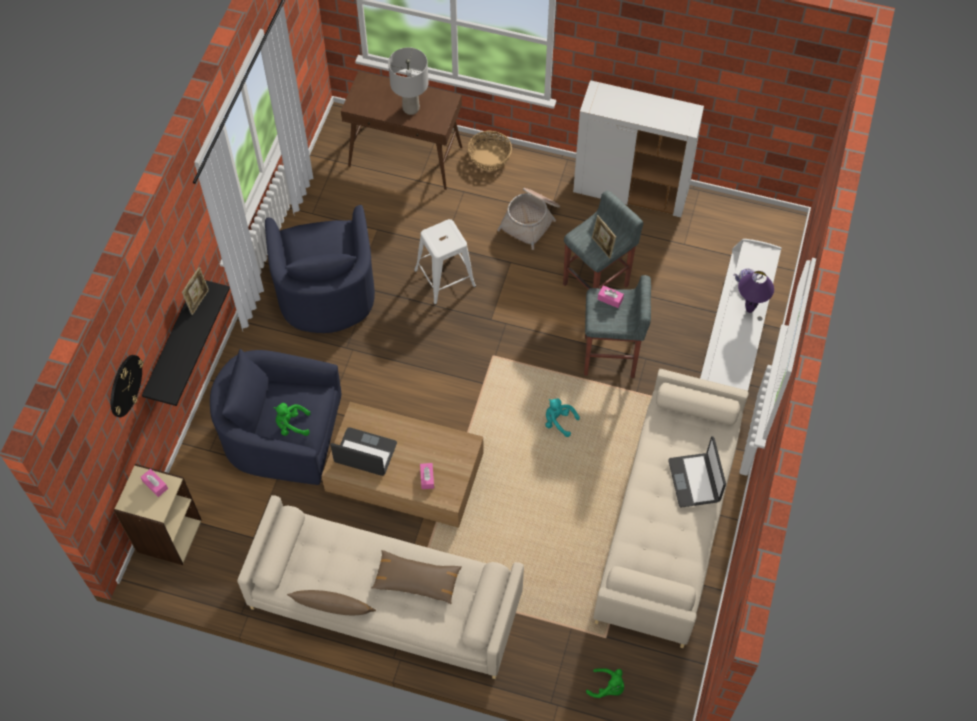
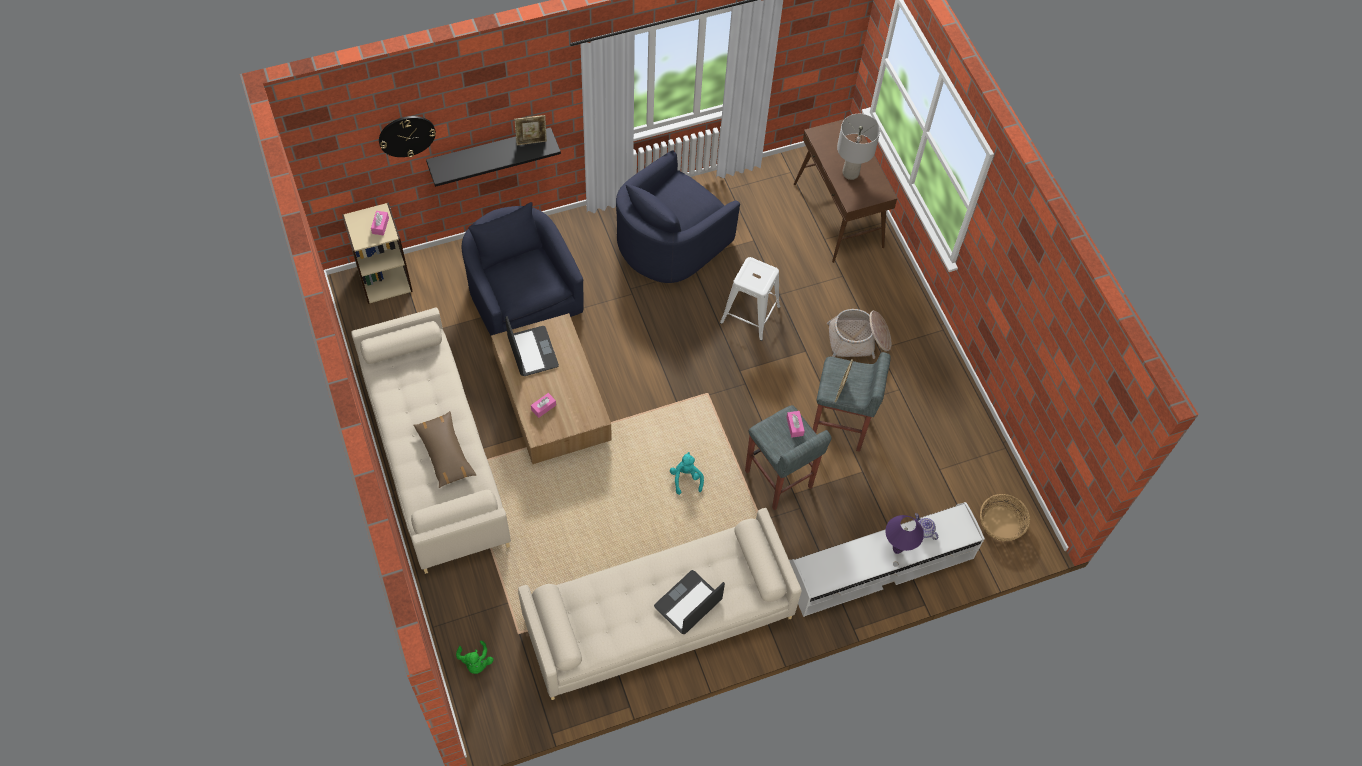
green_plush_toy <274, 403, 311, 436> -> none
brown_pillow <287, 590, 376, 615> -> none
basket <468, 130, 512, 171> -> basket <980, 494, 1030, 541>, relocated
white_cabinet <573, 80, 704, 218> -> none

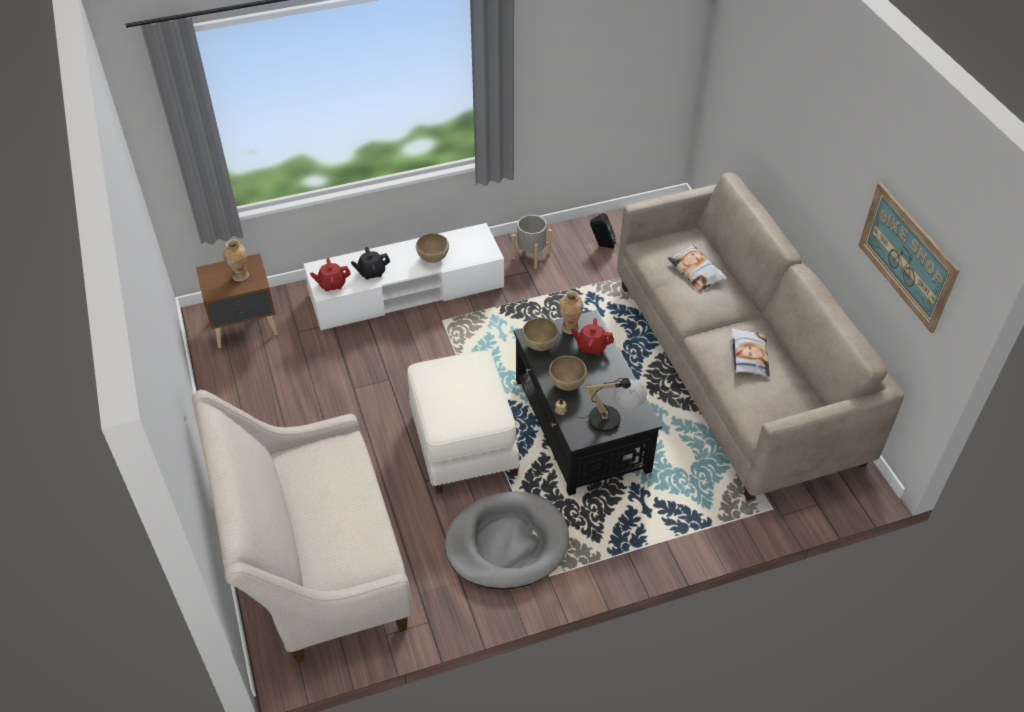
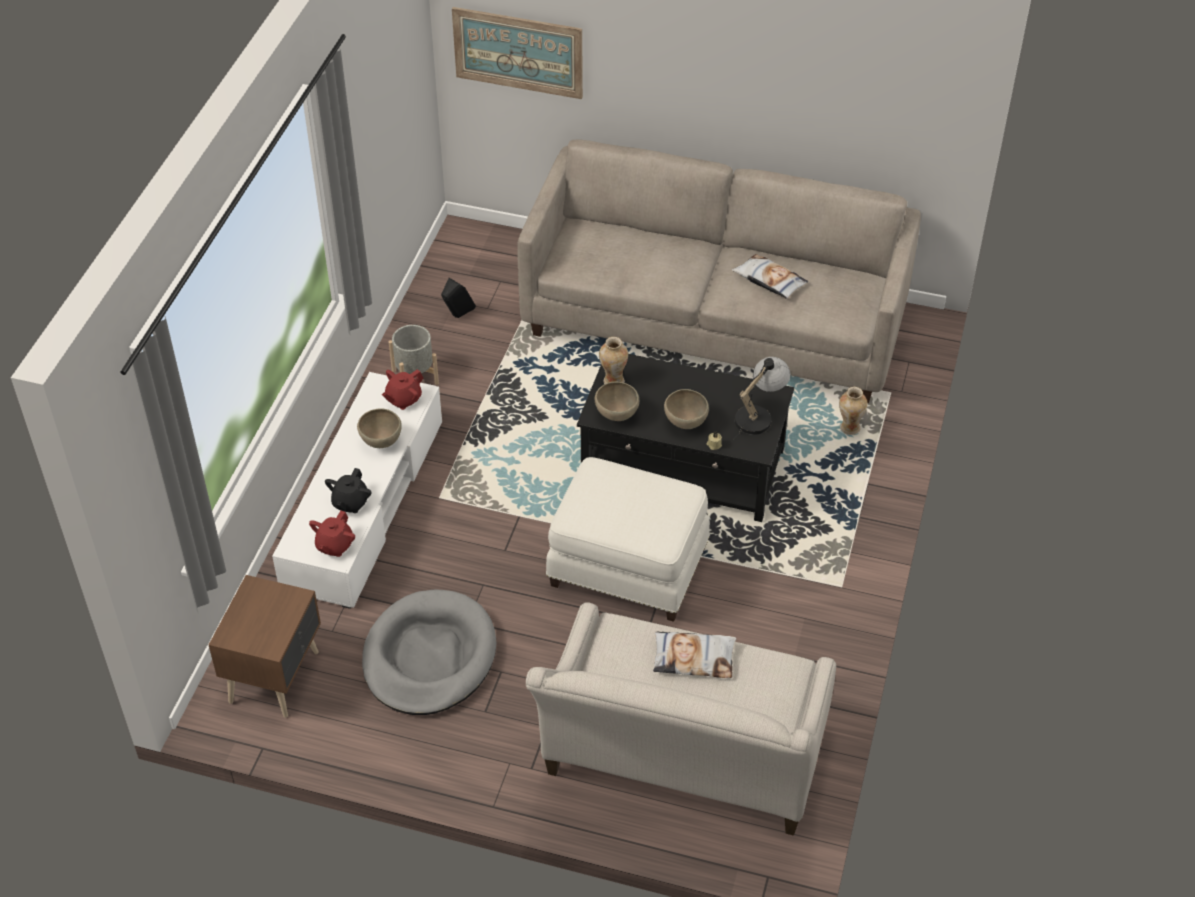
vase <223, 239, 249, 282> -> vase <839, 387, 867, 435>, relocated
grey_dog_bed <445, 492, 569, 590> -> grey_dog_bed <362, 590, 496, 715>, relocated
red_teapot <571, 318, 614, 355> -> red_teapot <382, 369, 423, 410>, relocated
pillow <667, 245, 727, 291> -> pillow <653, 632, 737, 678>, relocated
picture <859, 182, 960, 333> -> picture <452, 7, 583, 99>, relocated

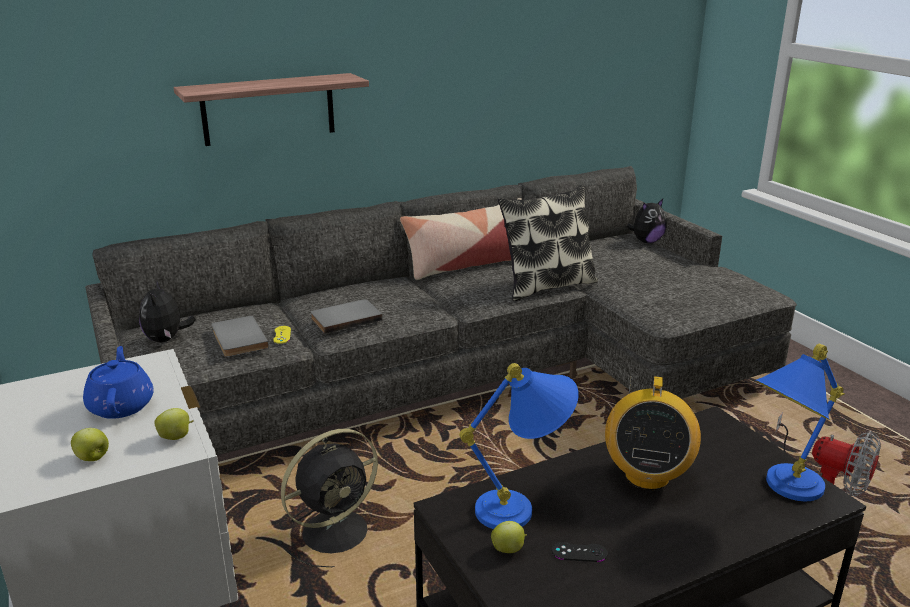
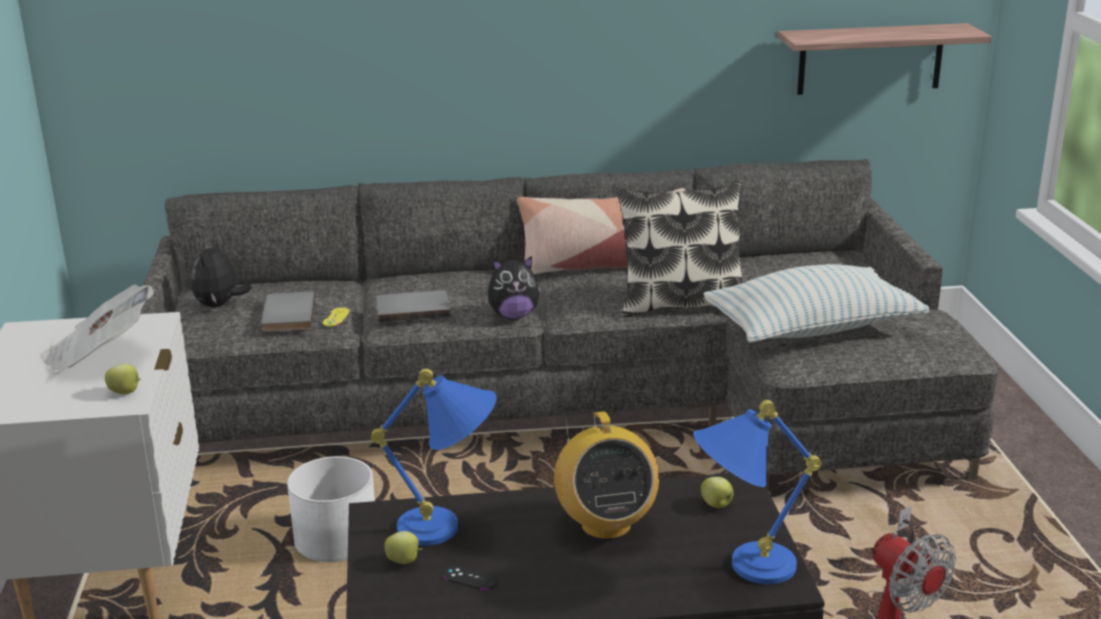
apple <71, 428, 109, 461> -> apple <701, 477, 734, 508>, relocated
blue_teapot <83, 346, 153, 419> -> newspaper <40, 284, 154, 375>
shelf <174, 73, 369, 146> -> shelf <777, 23, 992, 95>, relocated
black_fan <277, 429, 378, 567> -> white_planter <287, 456, 375, 562>
radio <605, 376, 701, 490> -> radio <554, 412, 659, 540>, 45 degrees counterclockwise
plush_toy <627, 199, 667, 243> -> plush_toy <488, 256, 540, 319>, relocated
none -> pillow <703, 264, 929, 343>

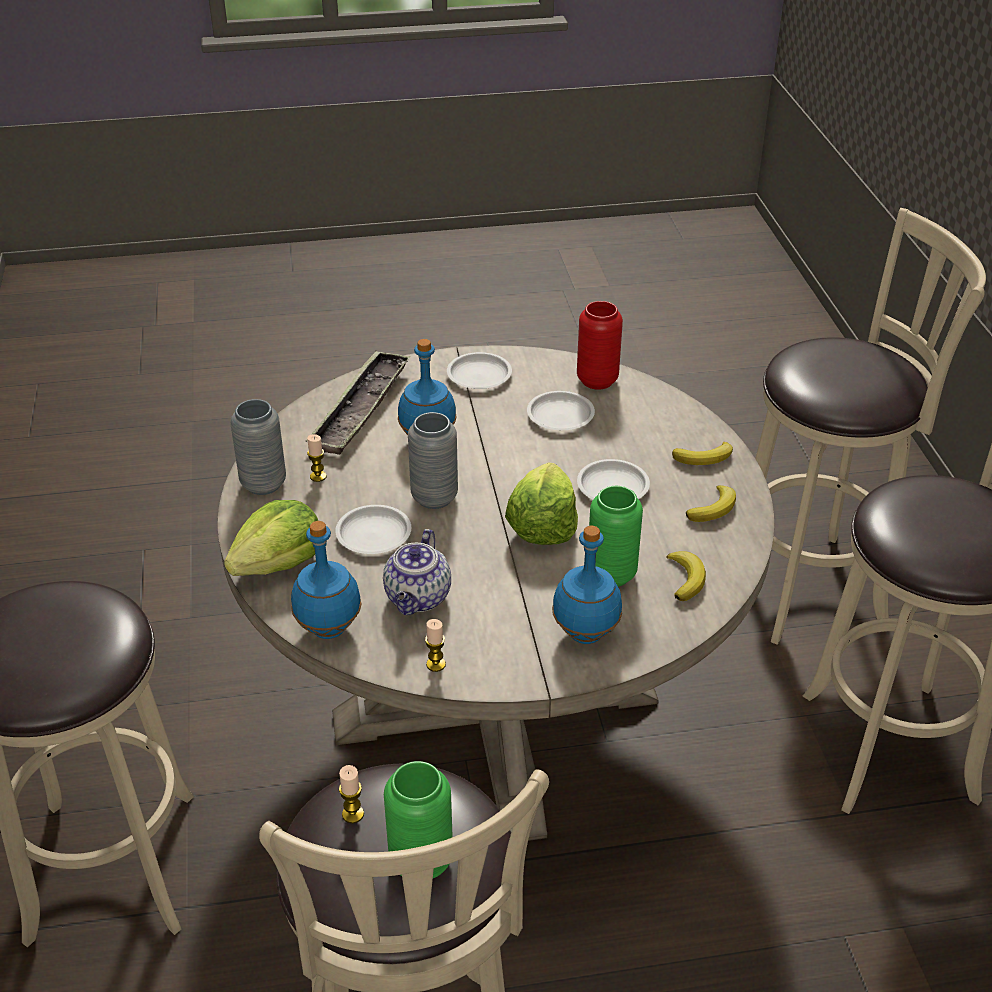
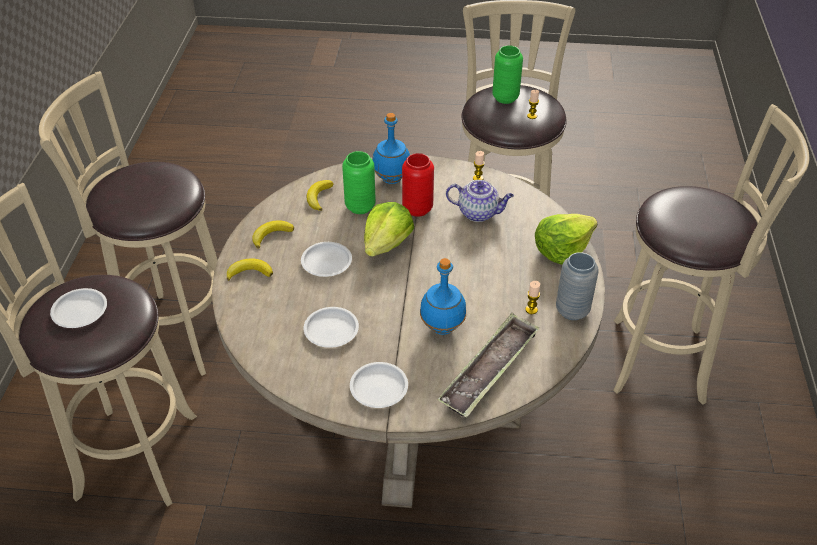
blue_bottle <291, 521, 362, 639> -> none
white_plate <335, 505, 411, 554> -> white_plate <50, 288, 107, 328>, relocated
teapot <383, 529, 451, 615> -> teapot <446, 180, 514, 222>, 75 degrees clockwise
grey_vase <408, 412, 458, 509> -> none
red_vase <577, 301, 623, 390> -> red_vase <402, 153, 434, 217>, relocated

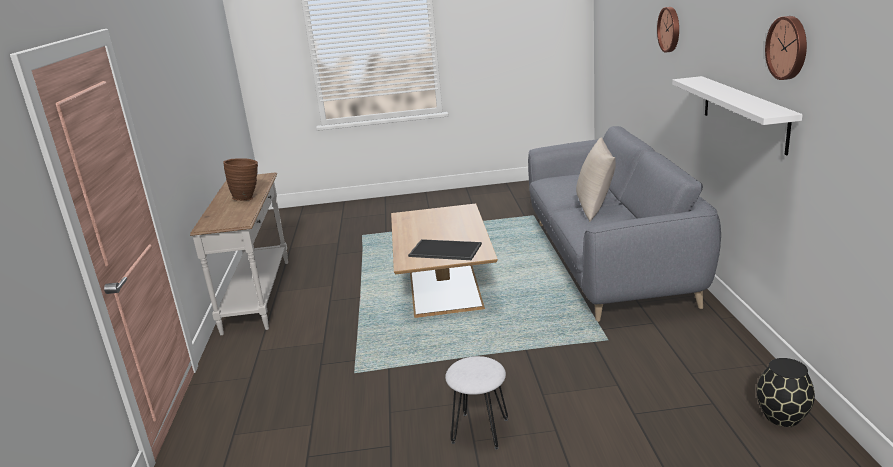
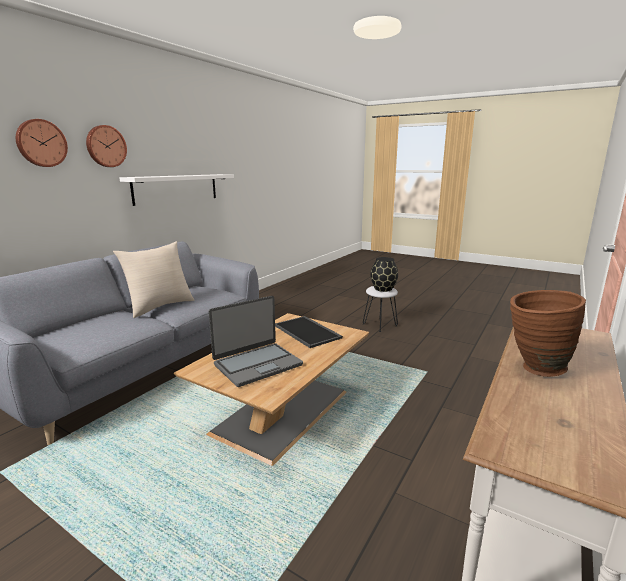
black_vase <757, 358, 815, 427> -> black_vase <370, 257, 398, 292>, relocated
wall_clock <765, 16, 807, 80> -> wall_clock <86, 125, 127, 167>, relocated
none -> laptop <209, 296, 303, 387>

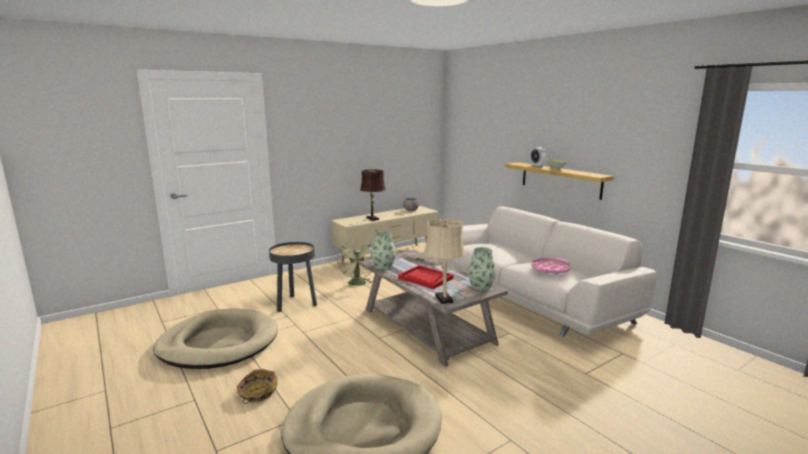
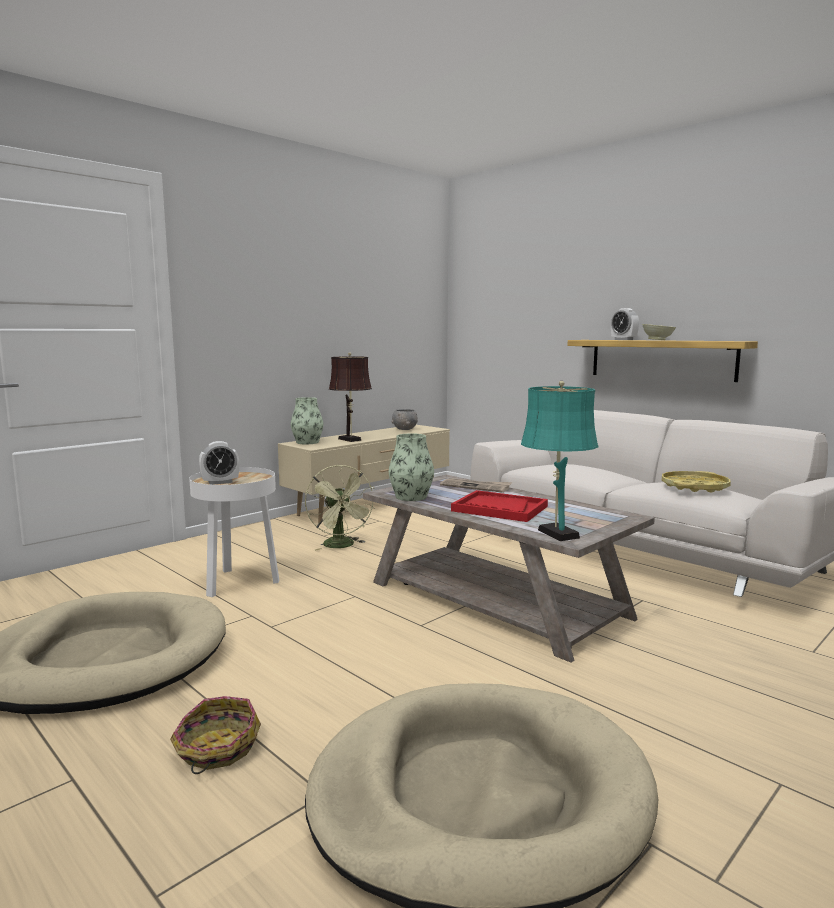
black_side_table <269, 242, 317, 312> -> white_side_table <189, 467, 279, 597>
beige_table_lamp <424, 219, 465, 304> -> turquoise_table_lamp <521, 381, 598, 541>
vase <468, 247, 496, 290> -> vase <291, 397, 324, 444>, relocated
pink_tray <531, 258, 571, 274> -> yellow_tray <662, 471, 731, 492>
none -> alarm_clock <199, 441, 239, 485>

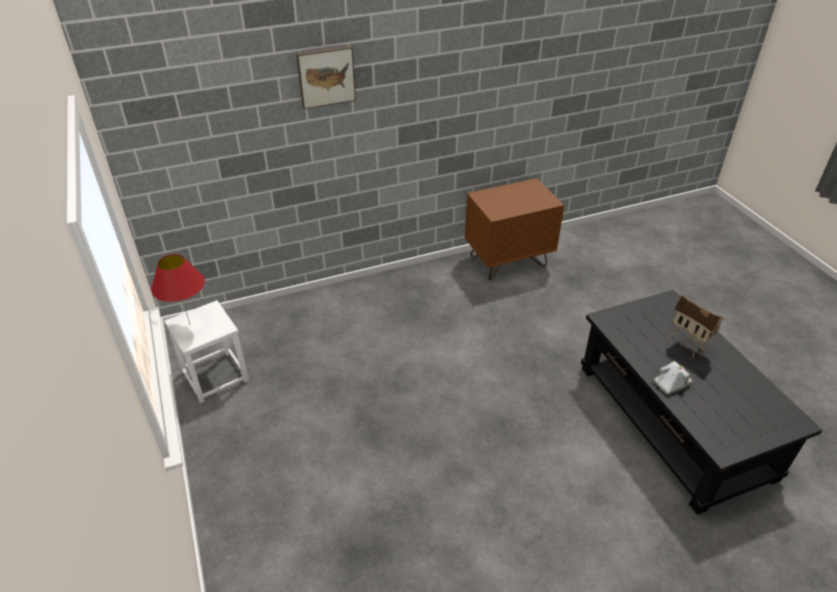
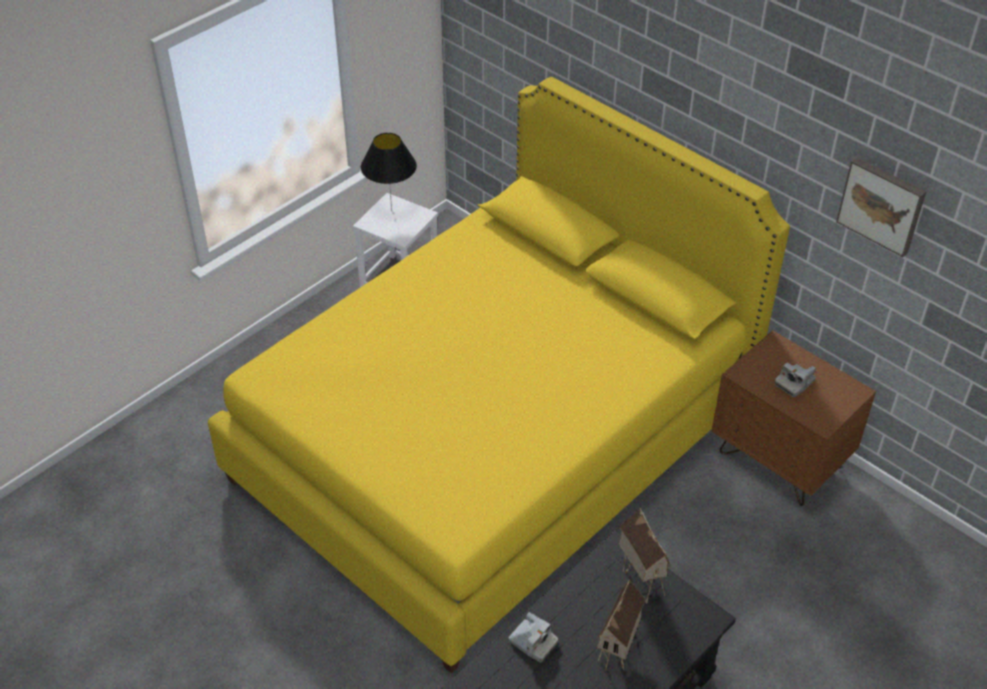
red_table_lamp <151, 254, 205, 324> -> black_table_lamp <361, 133, 417, 212>
picture <296, 45, 356, 109> -> picture <836, 157, 926, 257>, relocated
none -> yellow_bed <208, 77, 790, 673>
none -> toy_house <619, 508, 671, 604>
none -> photo_camera <775, 363, 816, 397>

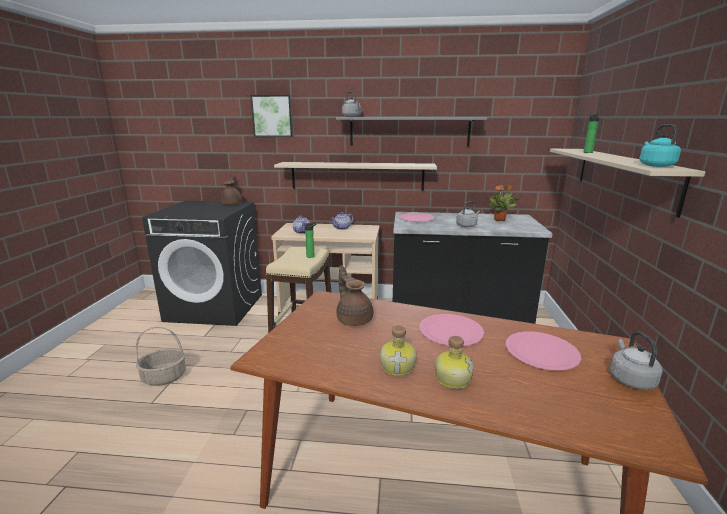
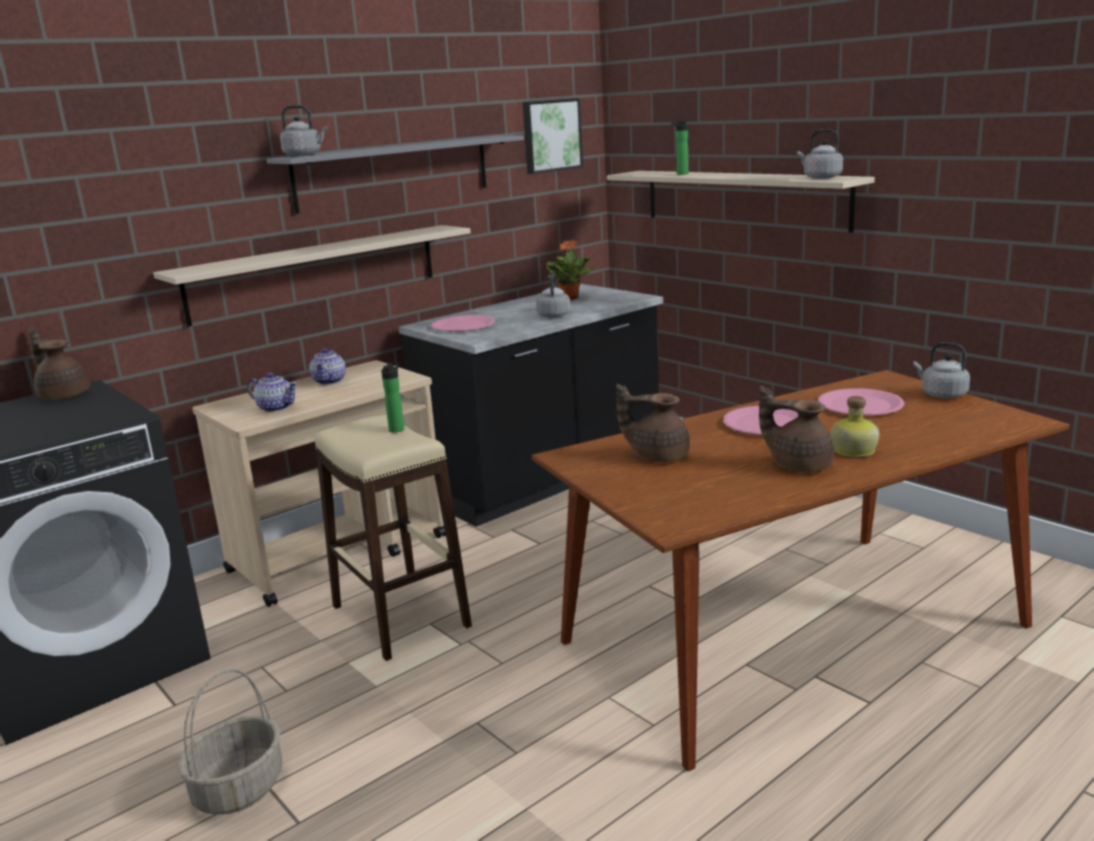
picture <250, 95, 293, 137> -> picture <523, 98, 583, 174>, relocated
bottle <380, 326, 417, 376> -> brown_teapot <759, 386, 834, 472>
turquoise_kettle <639, 124, 681, 167> -> grey_kettle <797, 129, 843, 179>

